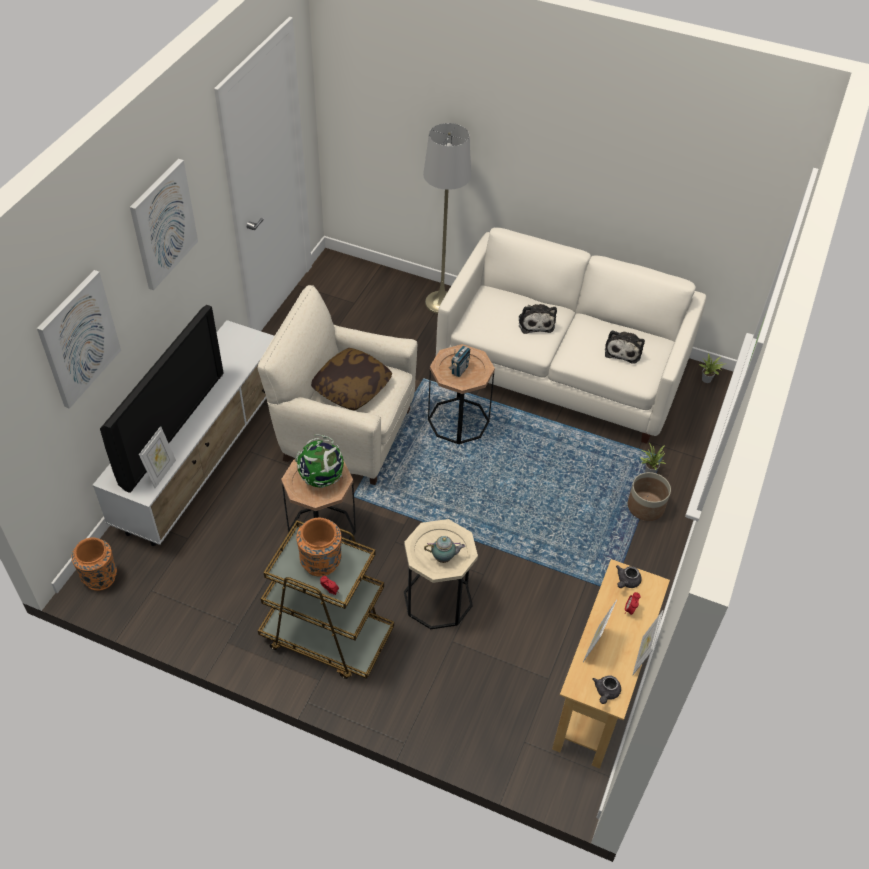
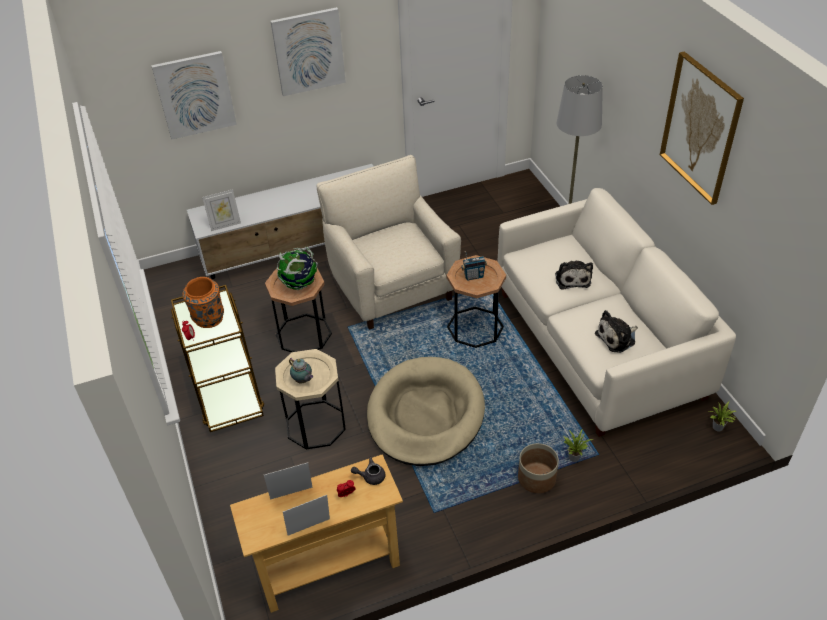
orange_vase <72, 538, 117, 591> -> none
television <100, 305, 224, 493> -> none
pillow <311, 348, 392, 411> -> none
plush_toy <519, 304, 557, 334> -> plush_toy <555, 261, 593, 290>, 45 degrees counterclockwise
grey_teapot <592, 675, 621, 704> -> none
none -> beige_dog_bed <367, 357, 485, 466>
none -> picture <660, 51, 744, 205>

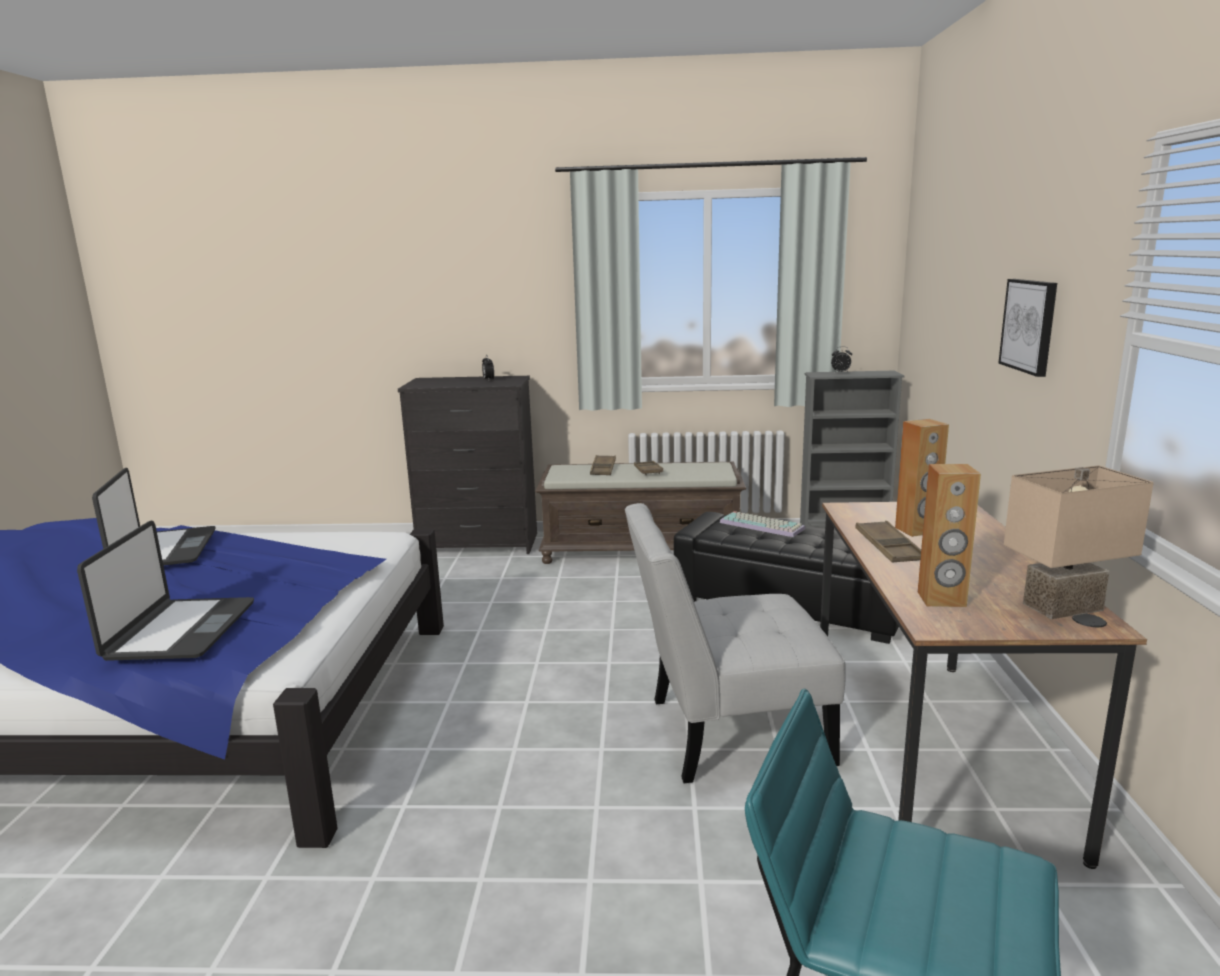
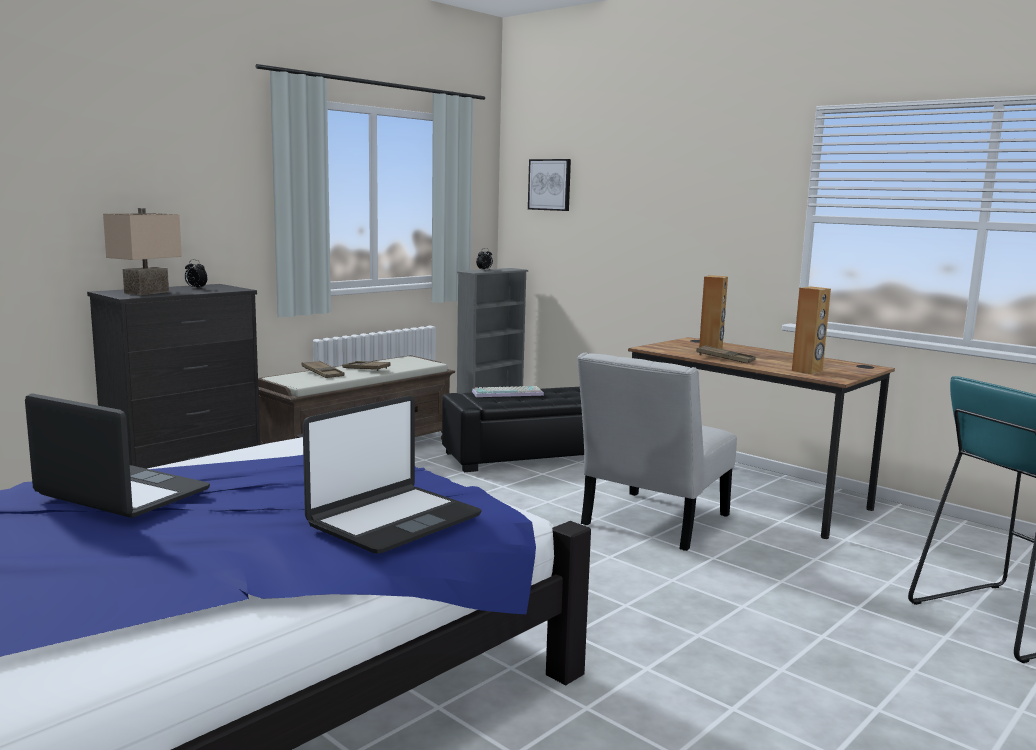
laptop <77, 521, 254, 661> -> laptop <303, 395, 482, 554>, 90 degrees clockwise
picture <998, 279, 1057, 377> -> picture <528, 159, 571, 211>, relocated
beige_table_lamp <1004, 466, 1154, 619> -> beige_table_lamp <103, 208, 182, 295>, relocated

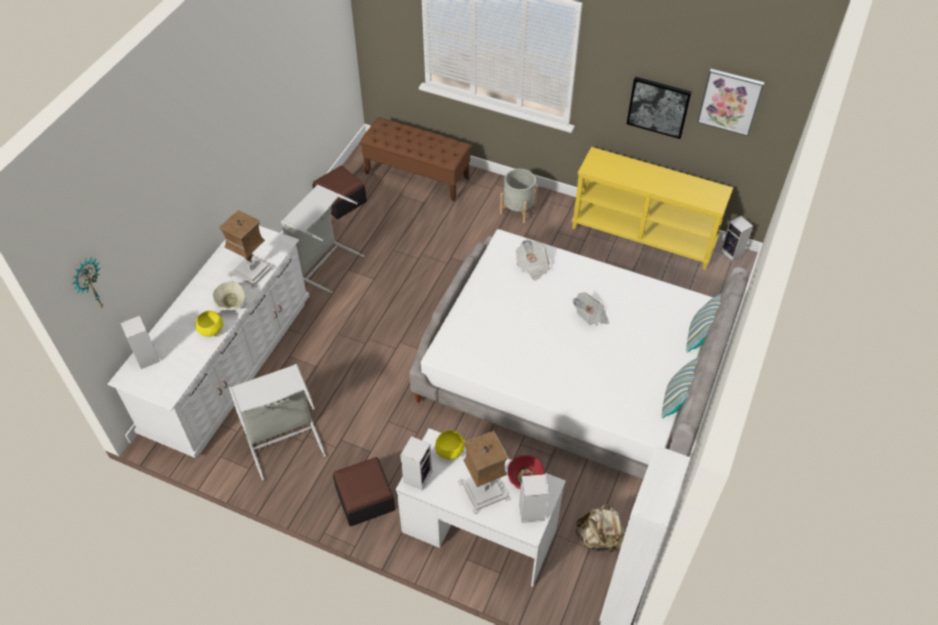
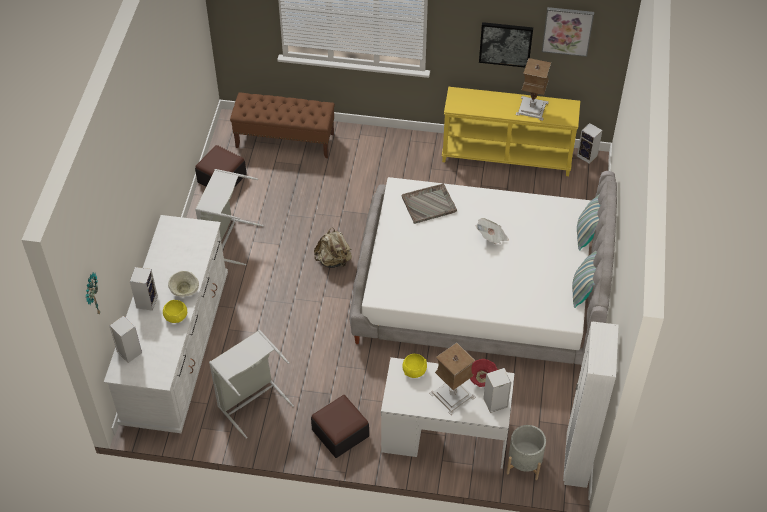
table_lamp <219, 210, 276, 289> -> table_lamp <516, 58, 551, 121>, relocated
speaker <400, 436, 432, 490> -> speaker <130, 267, 158, 311>, relocated
grey_planter <500, 169, 538, 223> -> grey_planter <507, 425, 546, 480>, relocated
newspaper <516, 239, 551, 281> -> grey_tray <402, 183, 457, 224>
beige_backpack <575, 504, 625, 555> -> beige_backpack <314, 227, 352, 268>, relocated

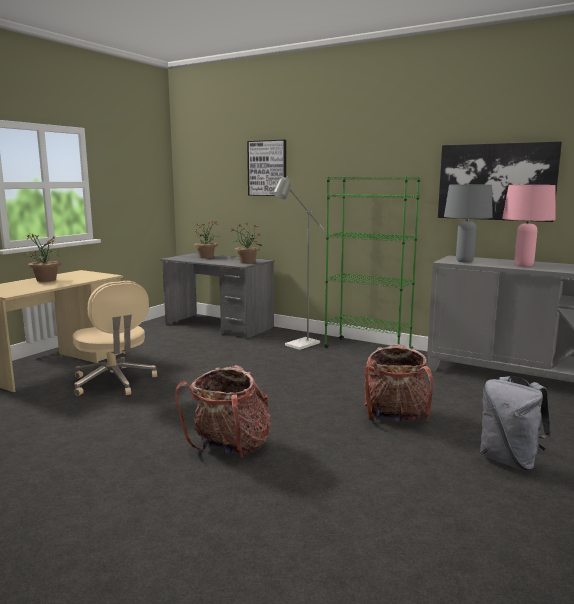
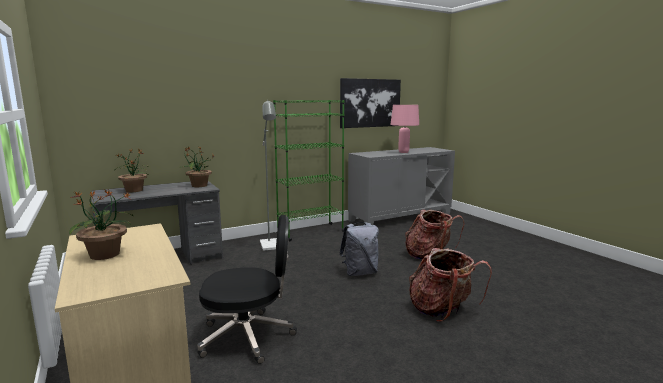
beige_office_chair <73, 281, 157, 396> -> black_office_chair <197, 215, 297, 364>
picture <247, 140, 286, 196> -> none
grey_table_lamp <444, 184, 493, 263> -> none
grey_backpack <480, 376, 551, 471> -> grey_backpack <339, 222, 379, 276>, relocated

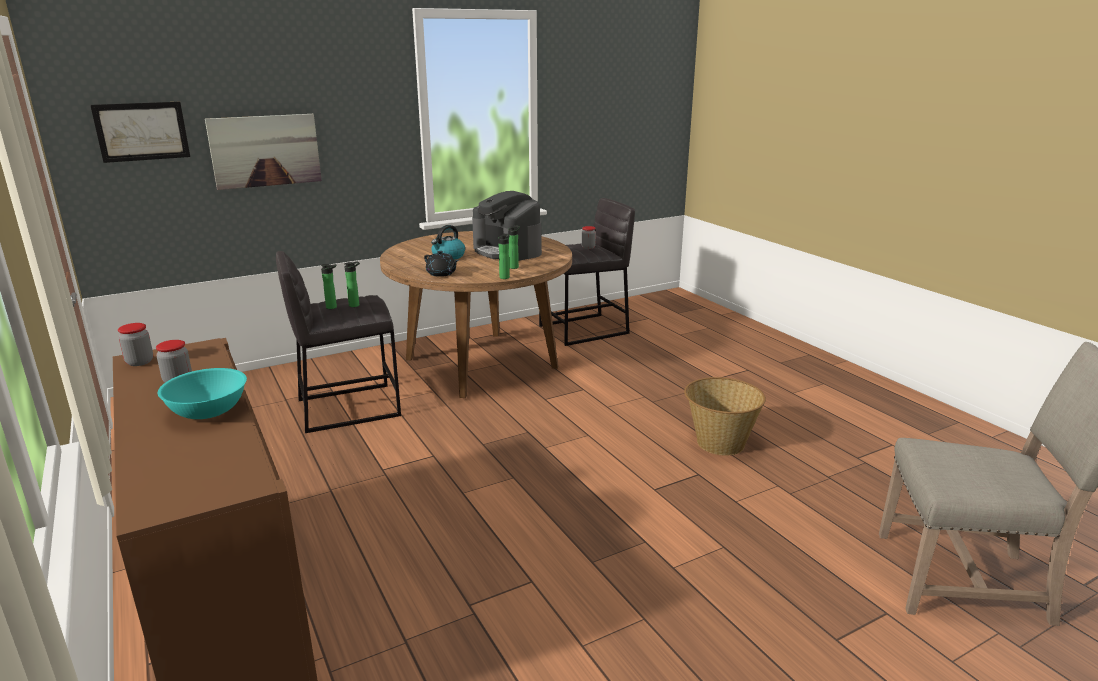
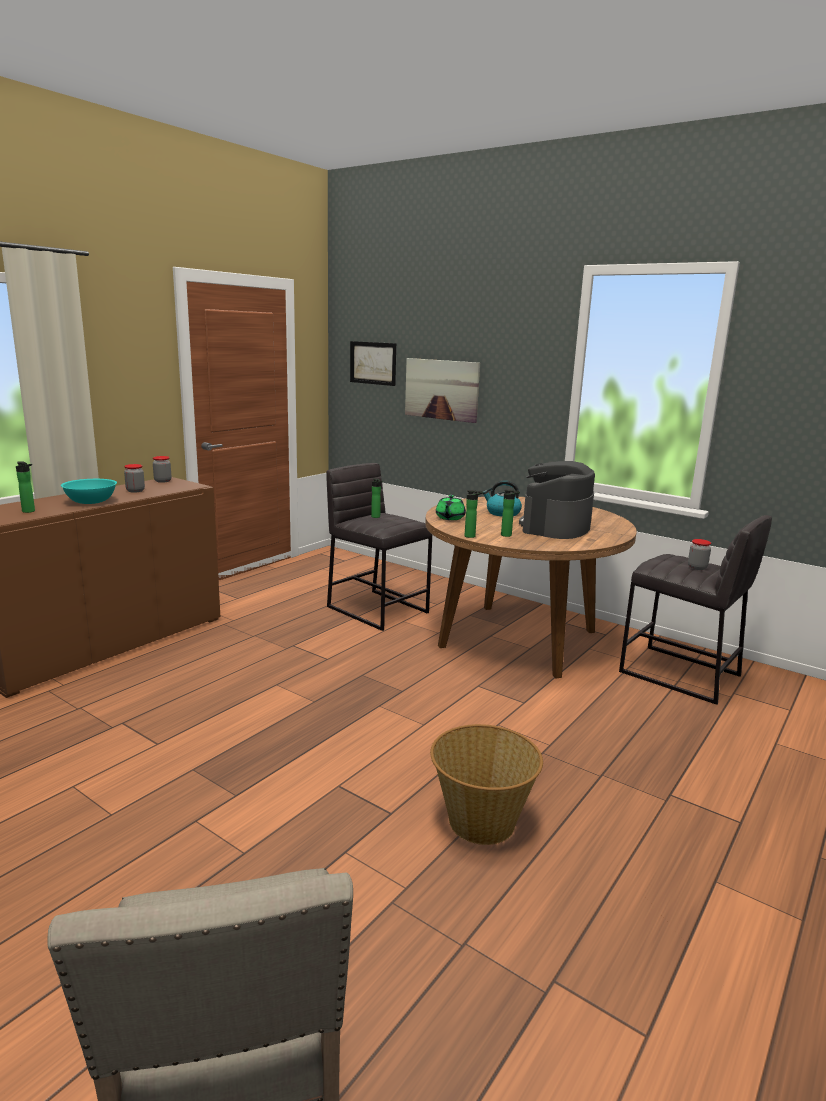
bottle <345, 261, 360, 307> -> bottle <16, 461, 35, 513>, relocated
black_teapot <424, 251, 459, 277> -> green_teapot <436, 495, 466, 520>

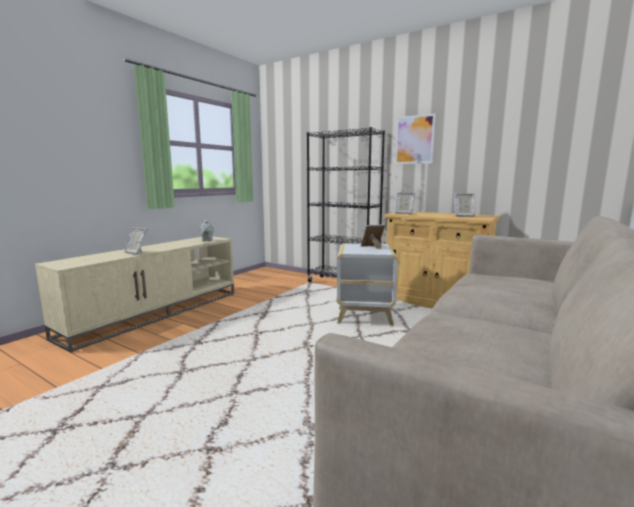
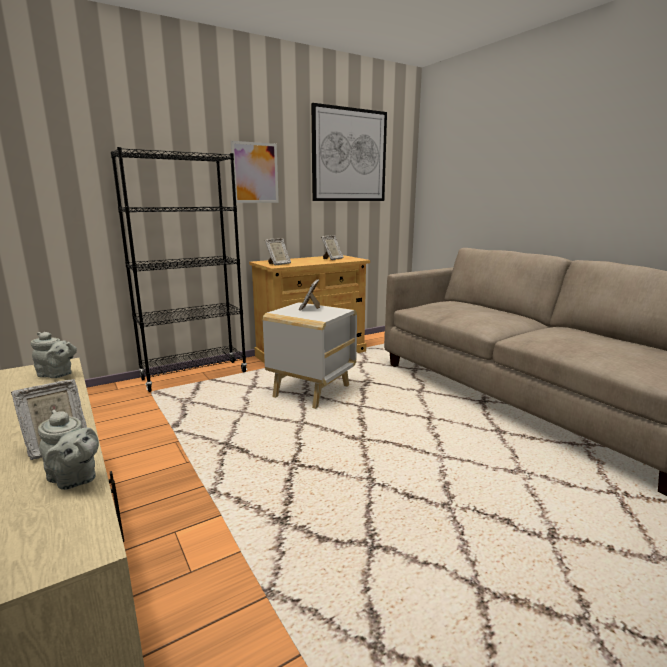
none -> grey_teapot <38, 410, 99, 490>
none -> picture <311, 103, 387, 201>

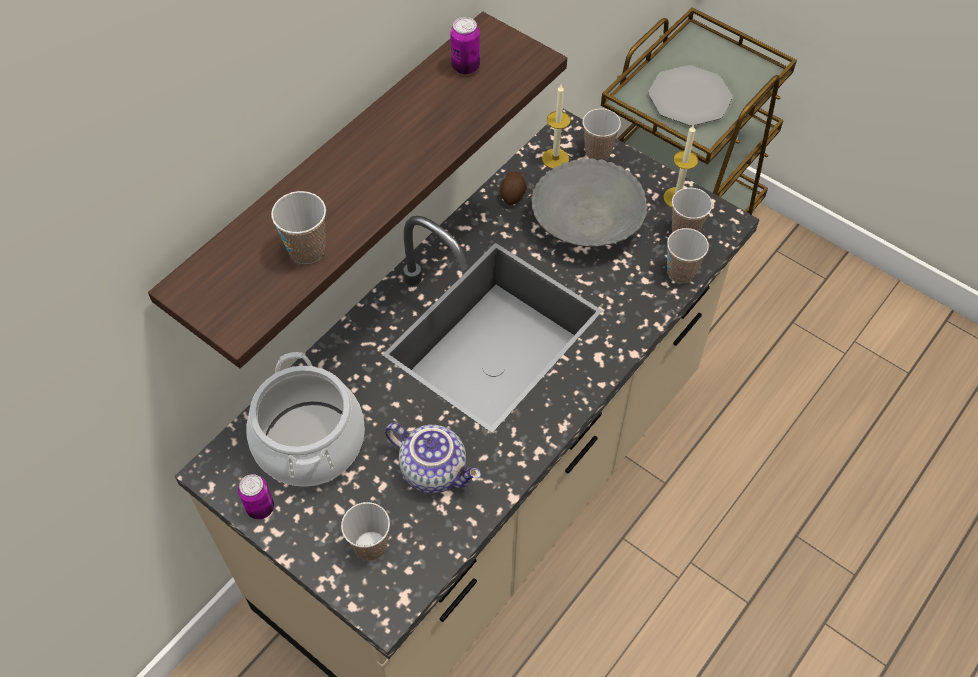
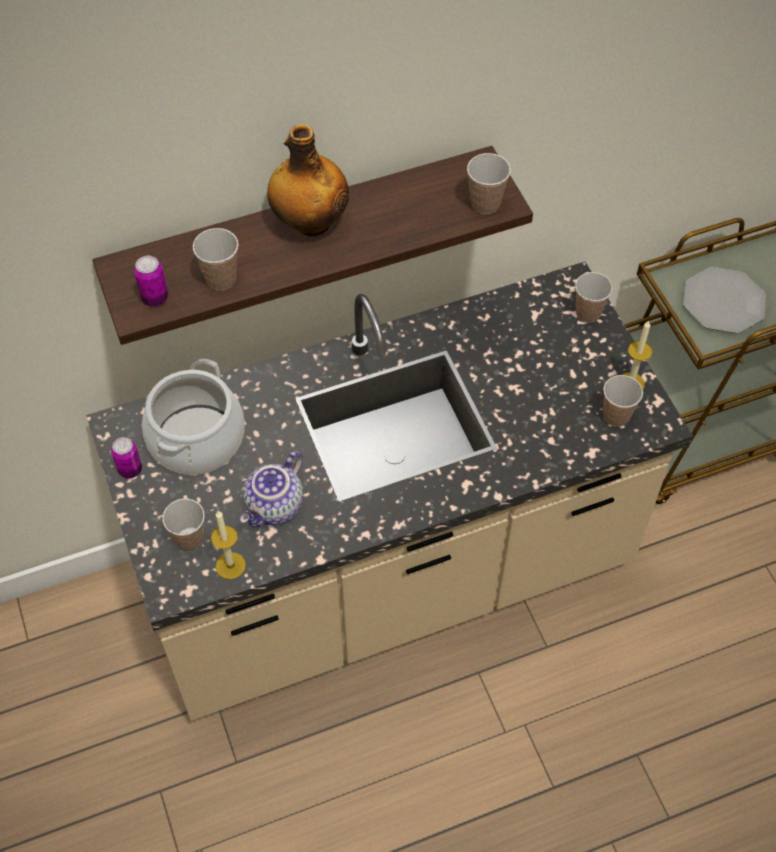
teapot <385, 423, 481, 494> -> teapot <240, 451, 303, 527>, 60 degrees clockwise
can <450, 17, 480, 74> -> can <134, 256, 168, 307>, relocated
potato <500, 171, 527, 205> -> none
grey_bowl <531, 158, 648, 247> -> none
candle <542, 85, 570, 169> -> candle <211, 511, 246, 579>, relocated
cup <667, 228, 709, 284> -> cup <467, 153, 511, 214>, relocated
none -> bottle <267, 124, 349, 237>

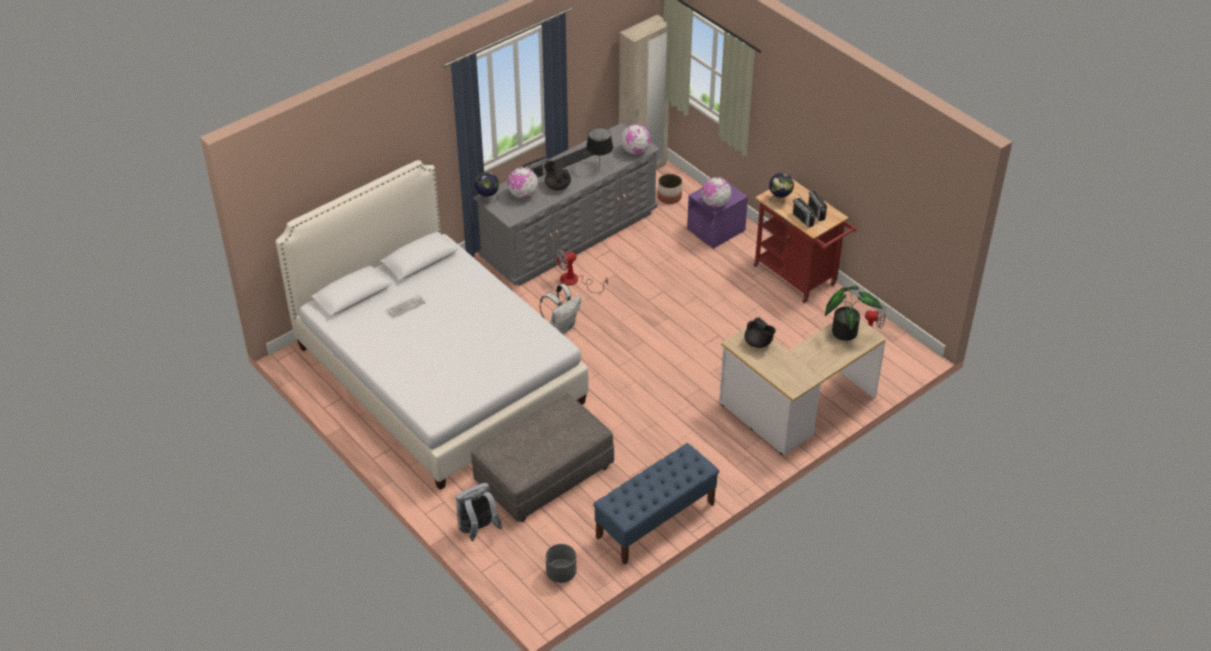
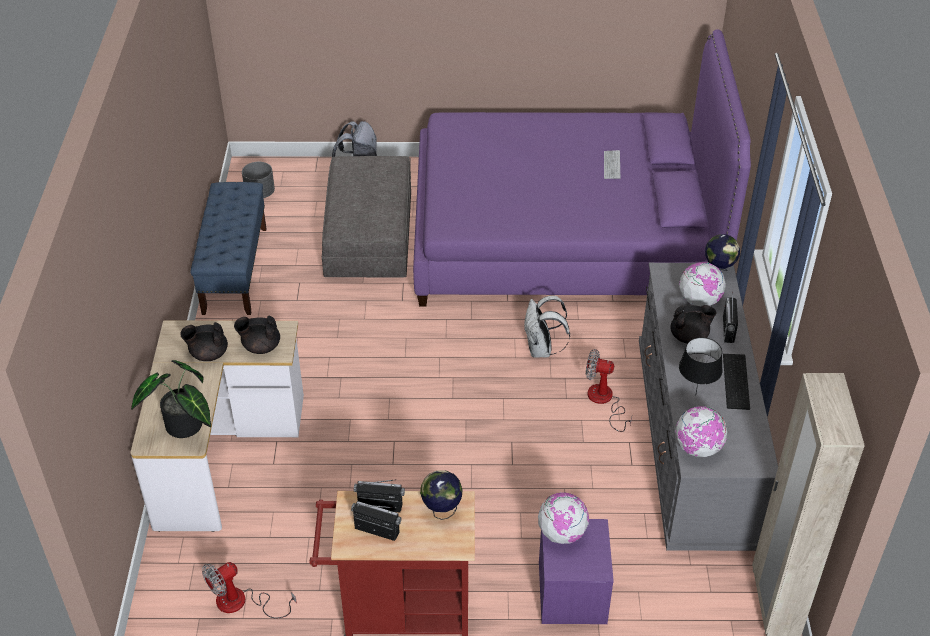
white_bed <276, 160, 589, 490> -> purple_bed <413, 29, 751, 306>
fan <555, 249, 608, 293> -> fan <586, 349, 632, 432>, 90 degrees counterclockwise
planter <658, 174, 682, 204> -> none
none -> black_teapot <181, 322, 228, 361>

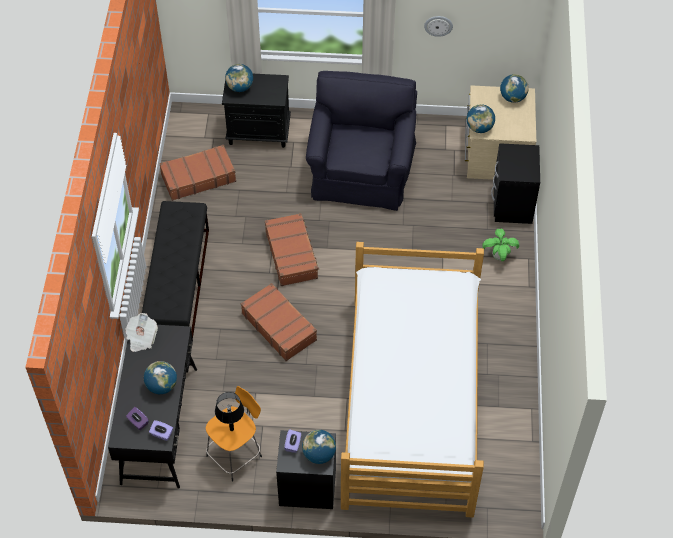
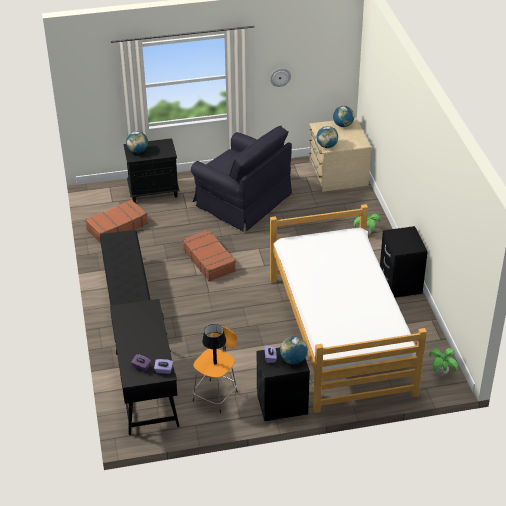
newspaper <125, 313, 158, 352> -> none
globe <144, 361, 177, 394> -> none
brown_suitcase <241, 283, 317, 361> -> none
black_armchair <306, 71, 417, 211> -> black_armchair <191, 126, 292, 231>, 135 degrees clockwise
black_nightstand <491, 143, 540, 224> -> black_nightstand <380, 226, 428, 298>, relocated
none -> potted_plant <429, 348, 458, 376>

